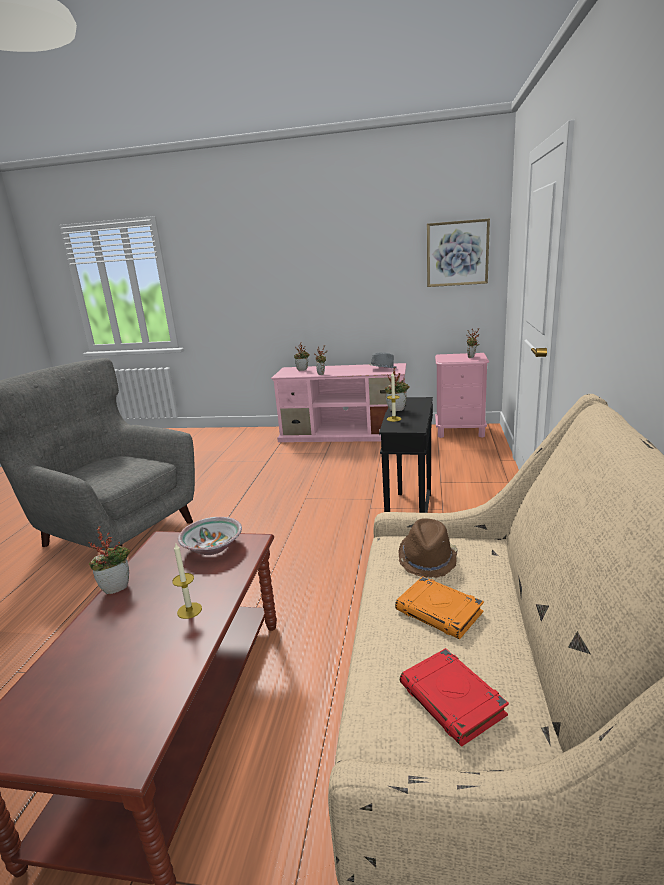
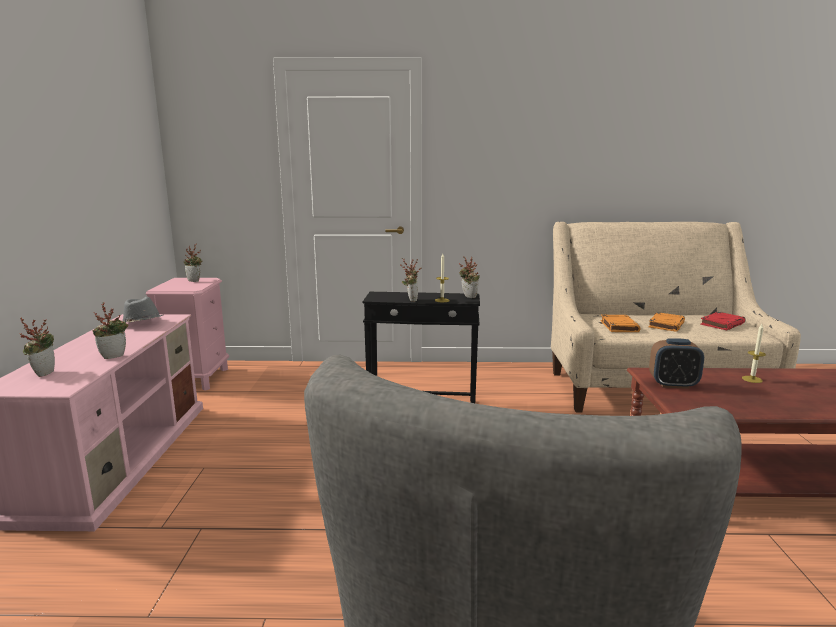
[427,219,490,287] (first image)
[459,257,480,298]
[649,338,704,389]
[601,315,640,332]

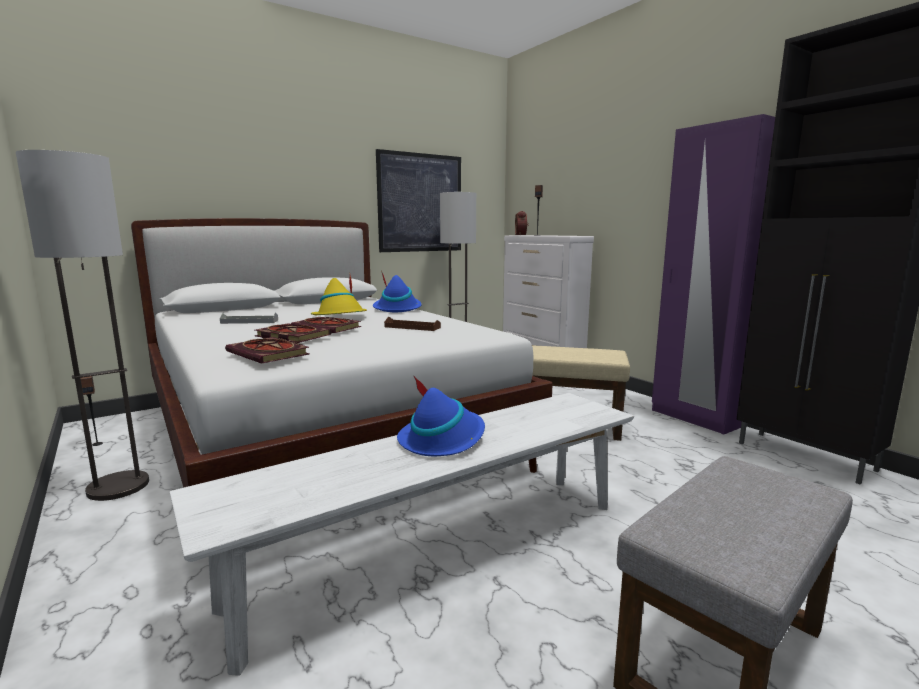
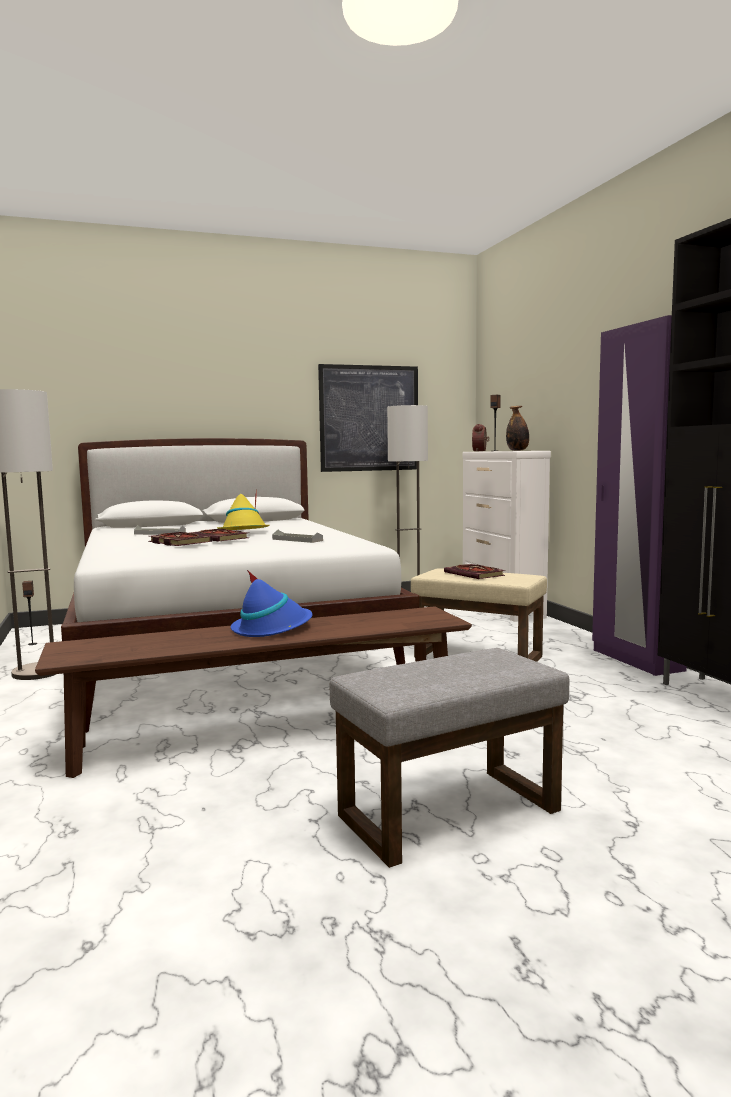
[373,270,421,312] (first image)
[506,406,529,451]
[444,564,505,579]
[35,606,472,778]
[272,530,323,543]

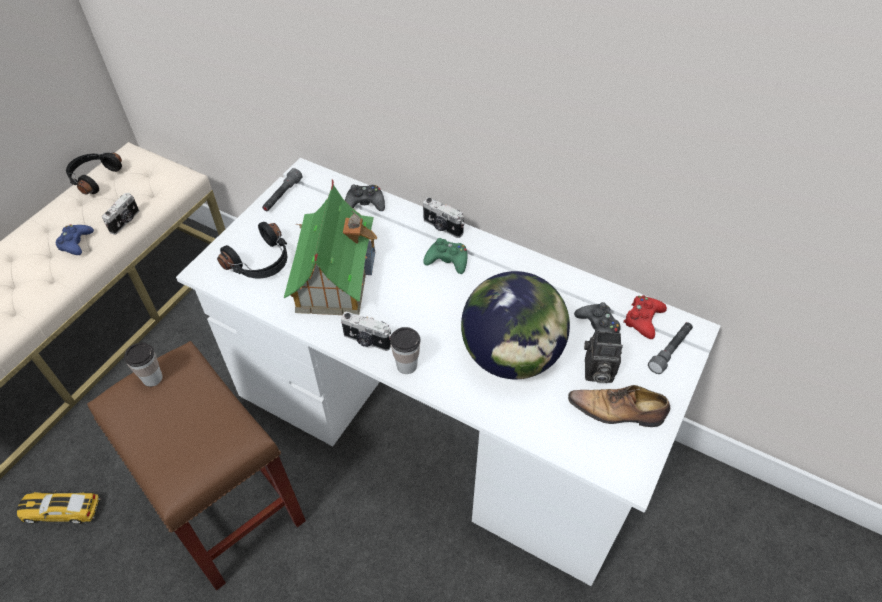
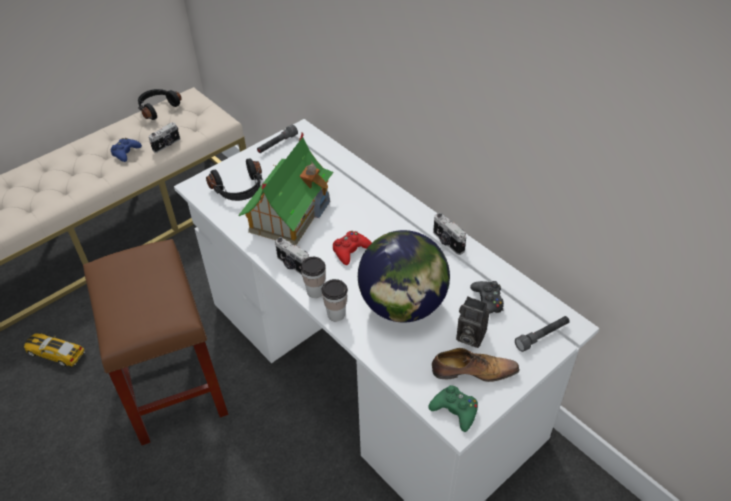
[345,184,385,211] (first image)
[322,279,348,321]
[433,213,466,255]
[428,385,478,432]
[333,231,372,265]
[432,348,520,382]

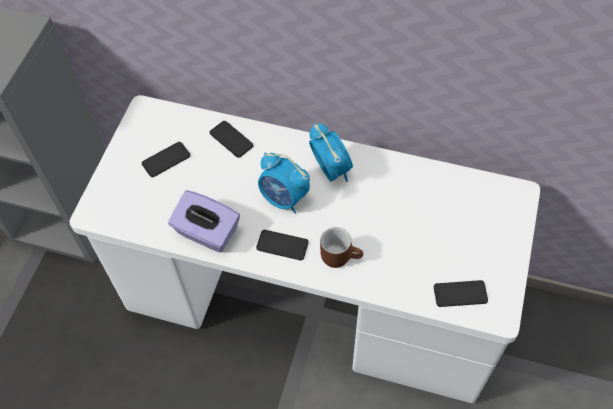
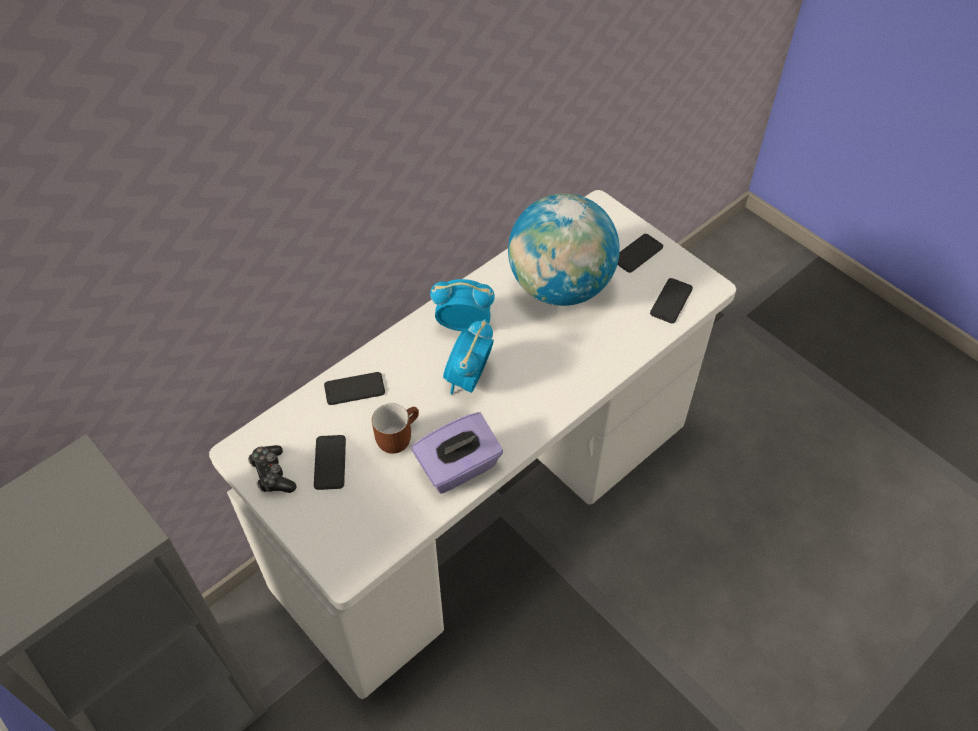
[248,445,297,493]
[508,193,620,306]
[617,234,663,273]
[372,403,419,454]
[443,319,494,394]

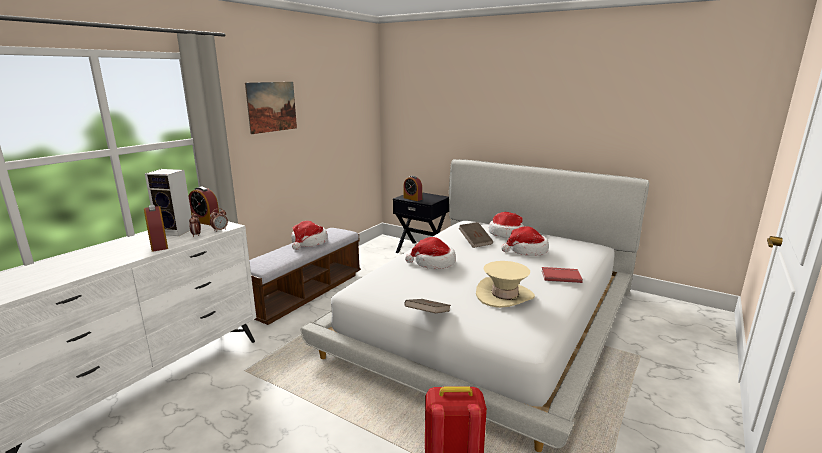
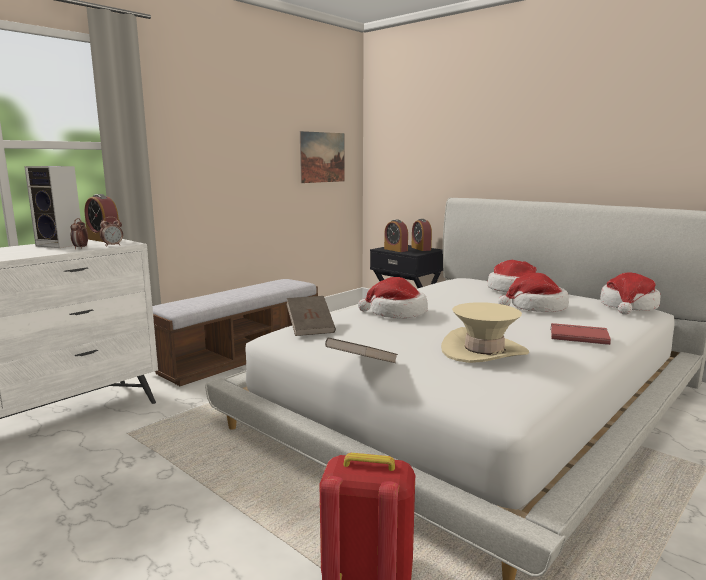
[411,219,432,251]
[300,131,345,183]
[600,272,660,314]
[287,296,336,336]

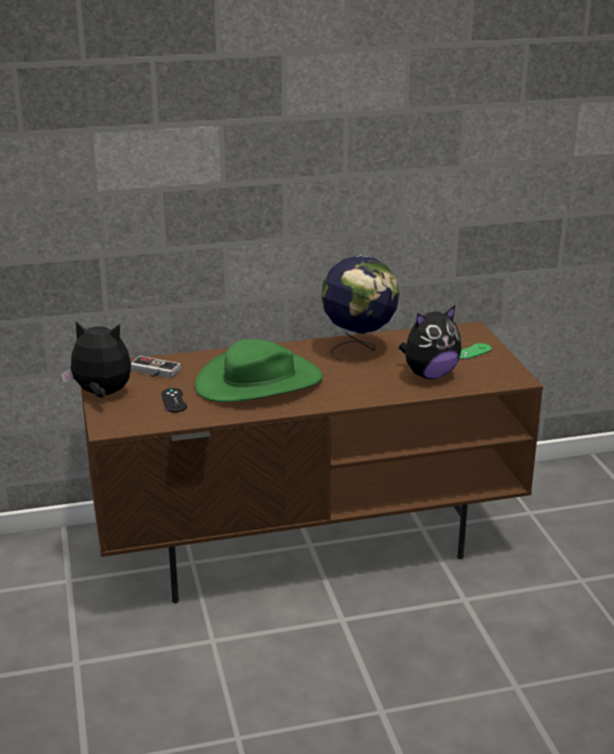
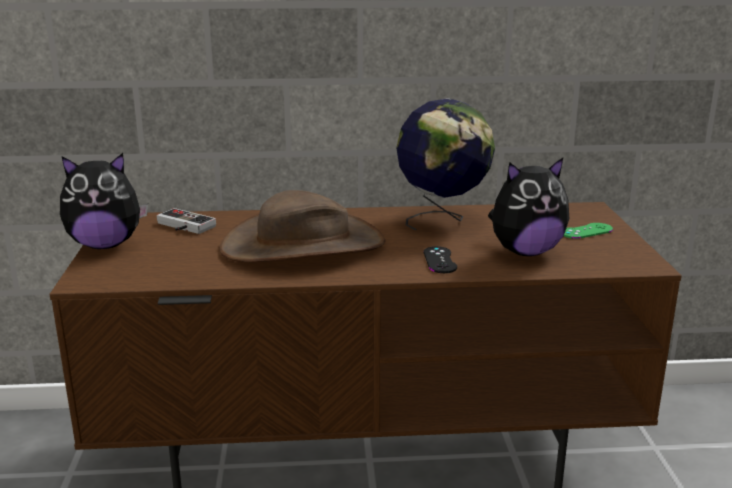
[424,246,457,273]
[219,190,385,262]
[60,153,148,249]

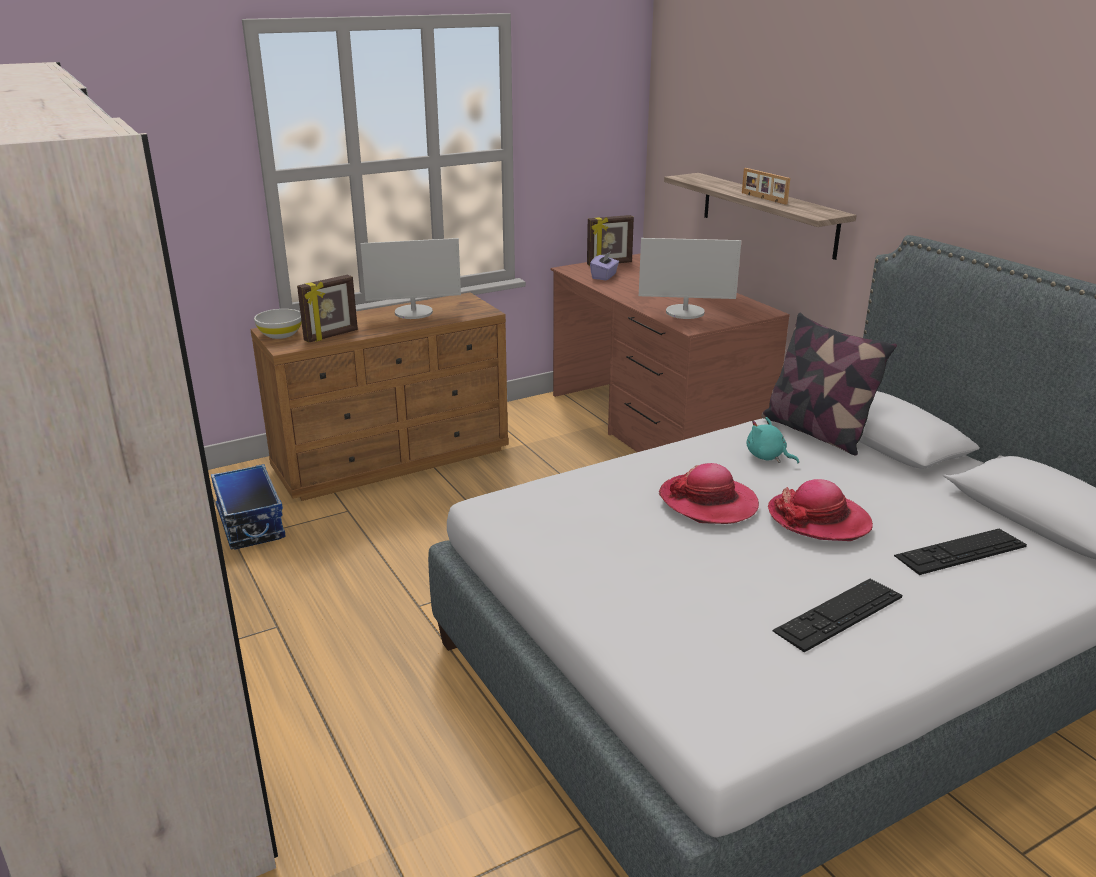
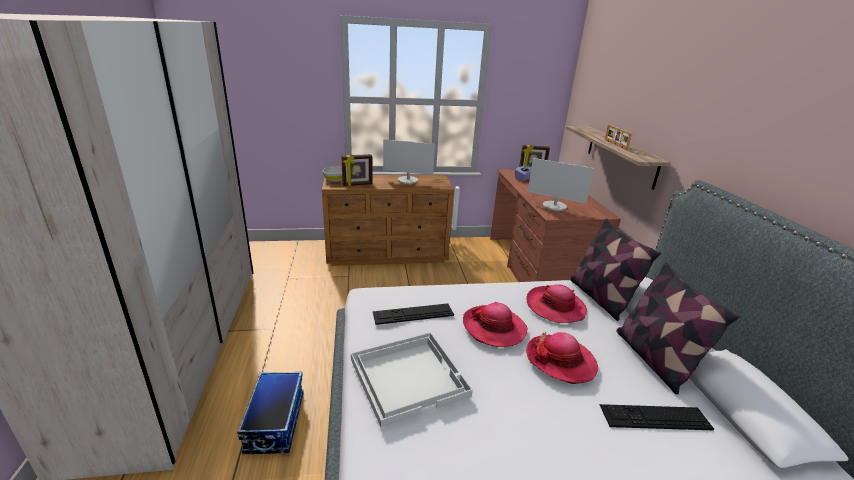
[351,332,473,428]
[616,262,740,395]
[237,372,304,454]
[373,303,454,325]
[526,284,587,323]

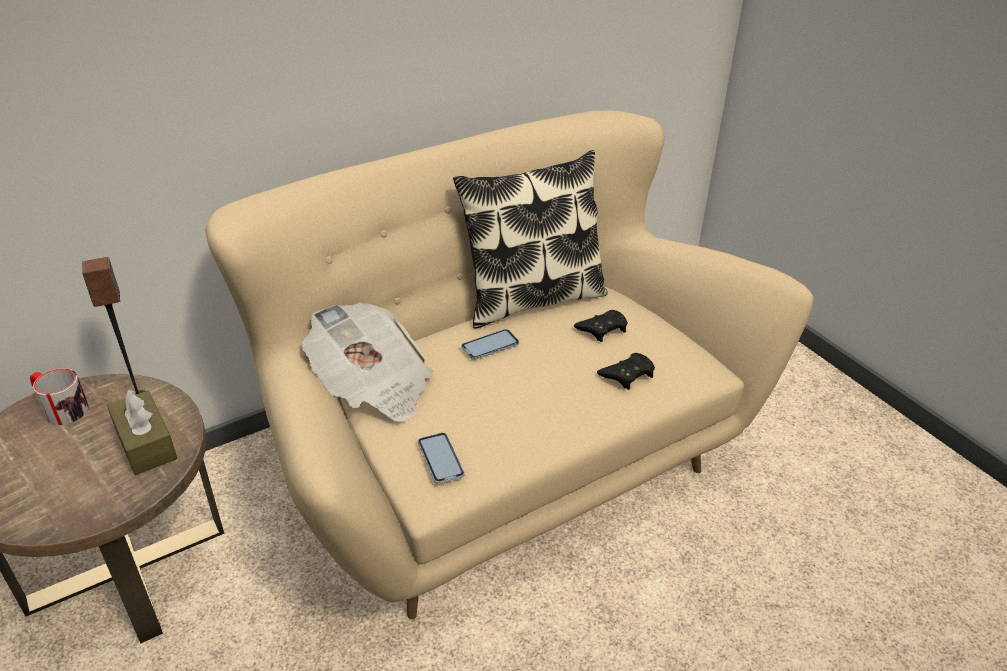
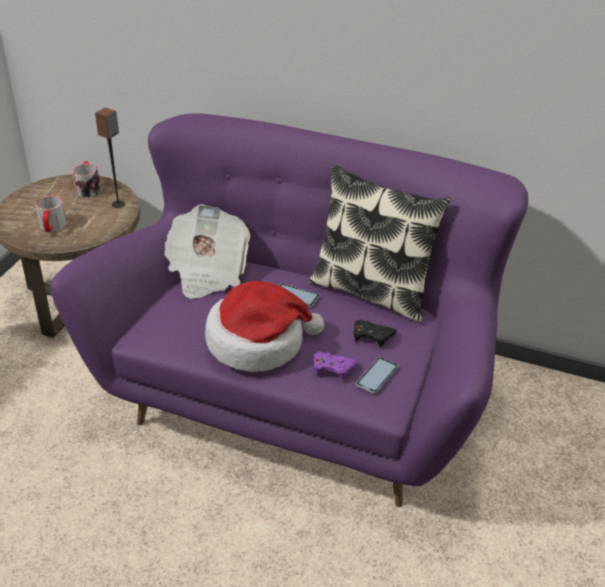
[107,389,177,475] (first image)
[35,195,66,232]
[205,281,325,372]
[356,357,398,393]
[50,113,528,507]
[314,352,359,380]

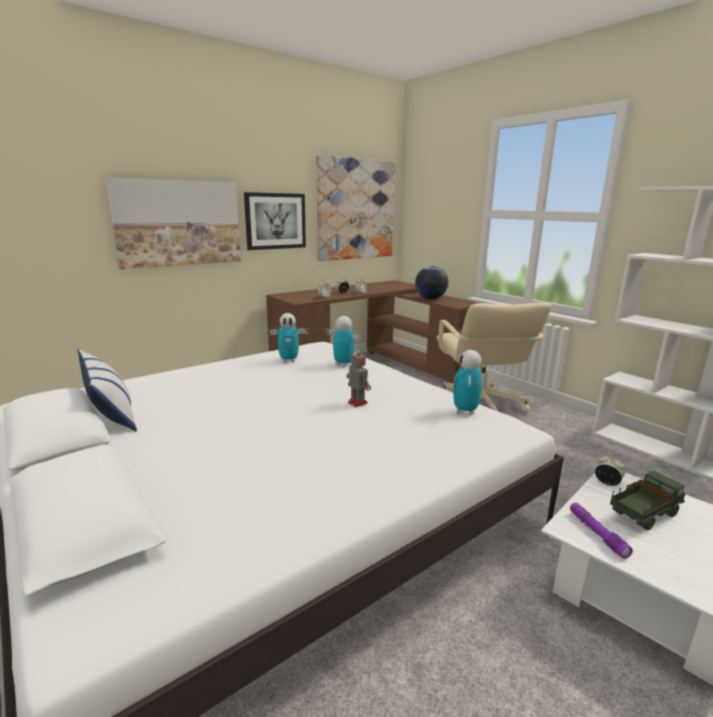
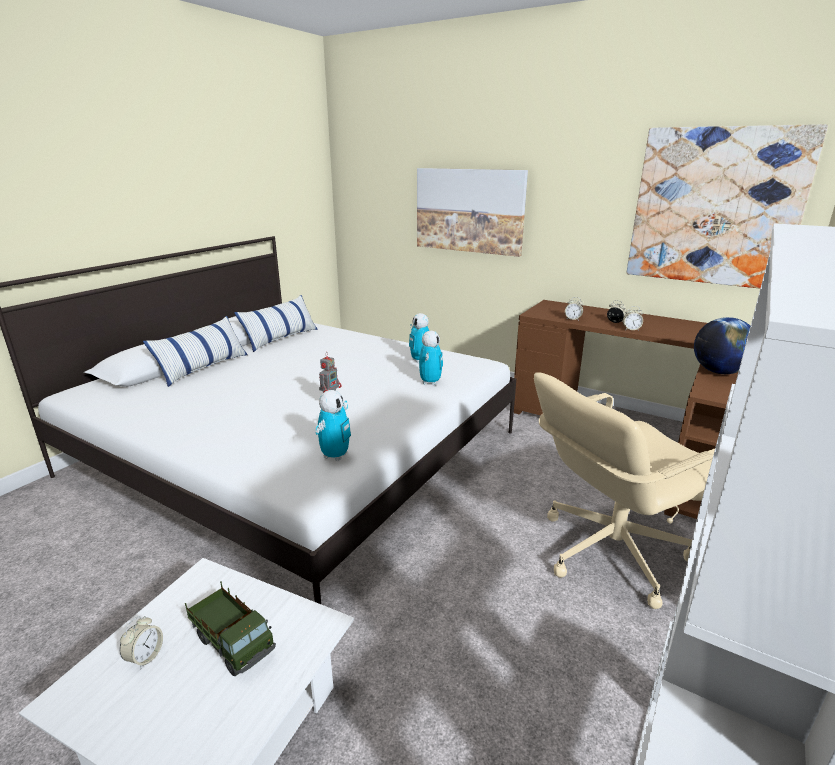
[244,192,306,250] (first image)
[570,503,633,559] (first image)
[143,316,248,387]
[120,616,163,669]
[315,390,351,461]

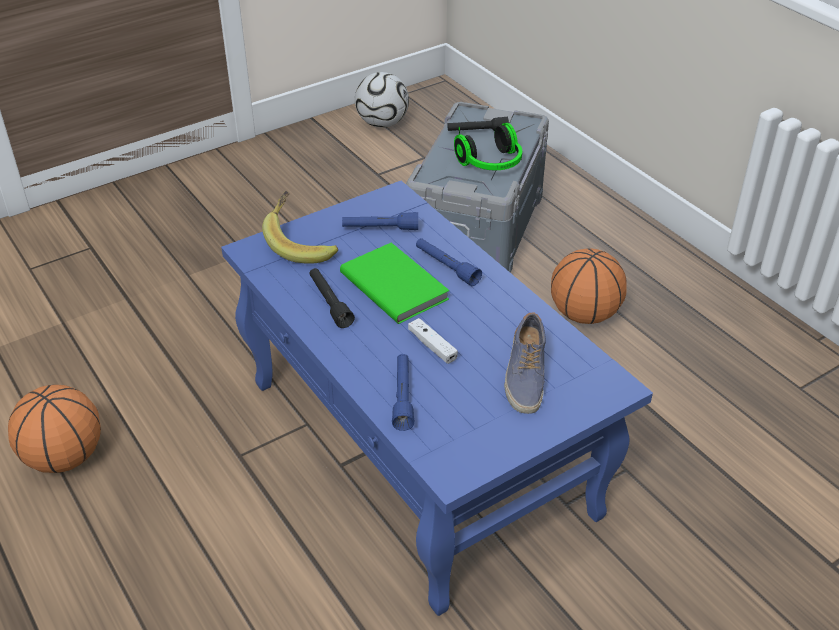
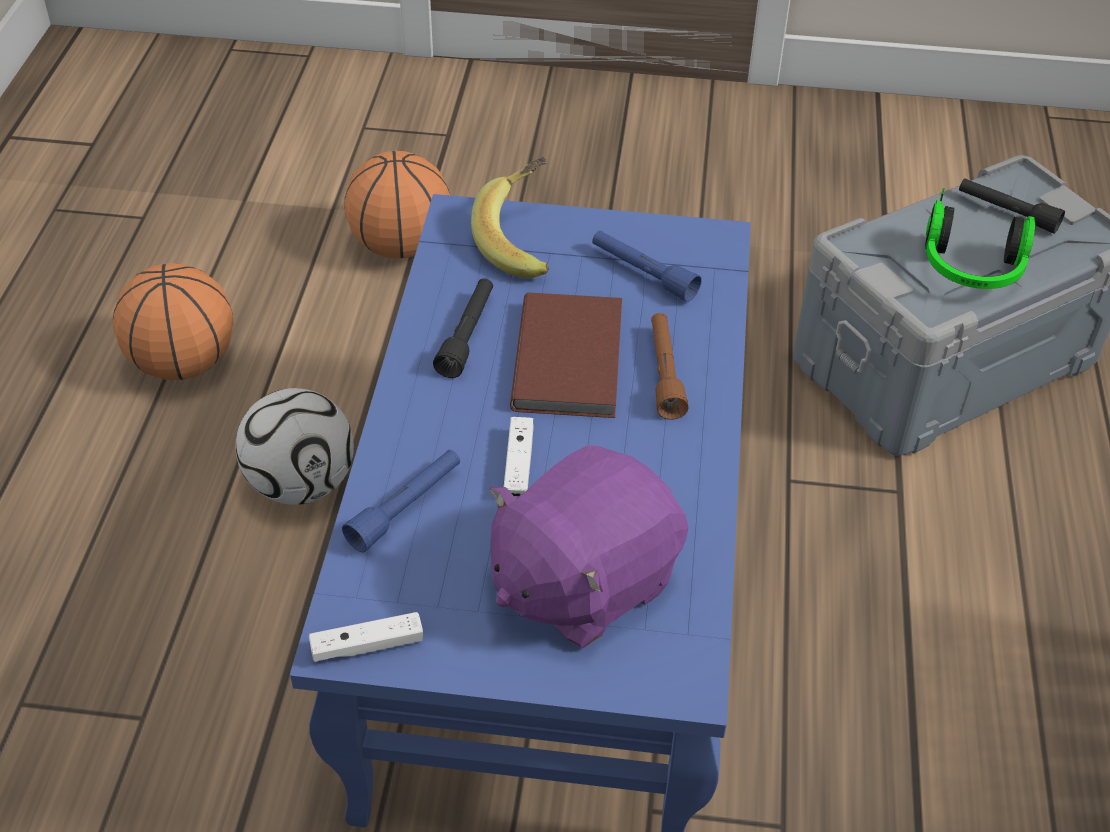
[309,612,423,662]
[235,388,354,505]
[344,151,450,258]
[490,445,688,648]
[510,292,622,418]
[651,313,689,420]

